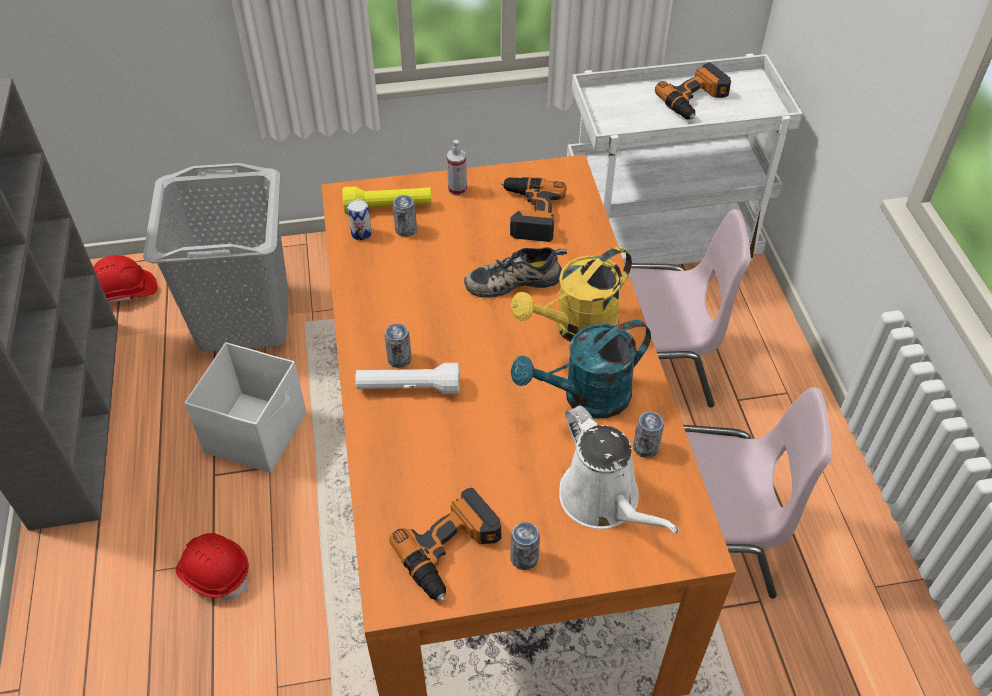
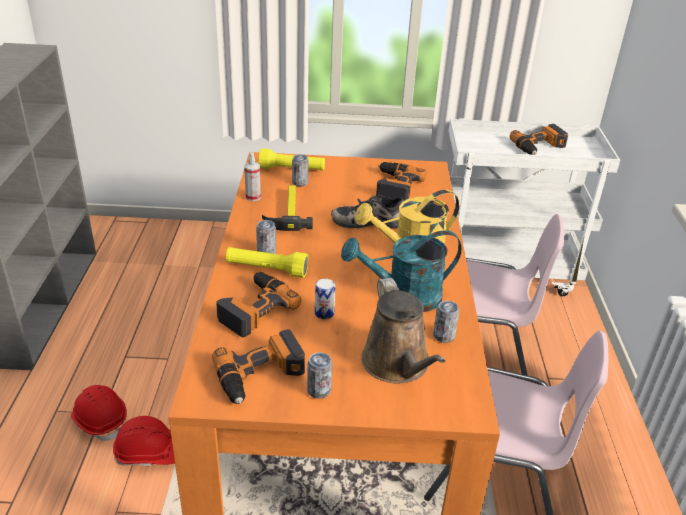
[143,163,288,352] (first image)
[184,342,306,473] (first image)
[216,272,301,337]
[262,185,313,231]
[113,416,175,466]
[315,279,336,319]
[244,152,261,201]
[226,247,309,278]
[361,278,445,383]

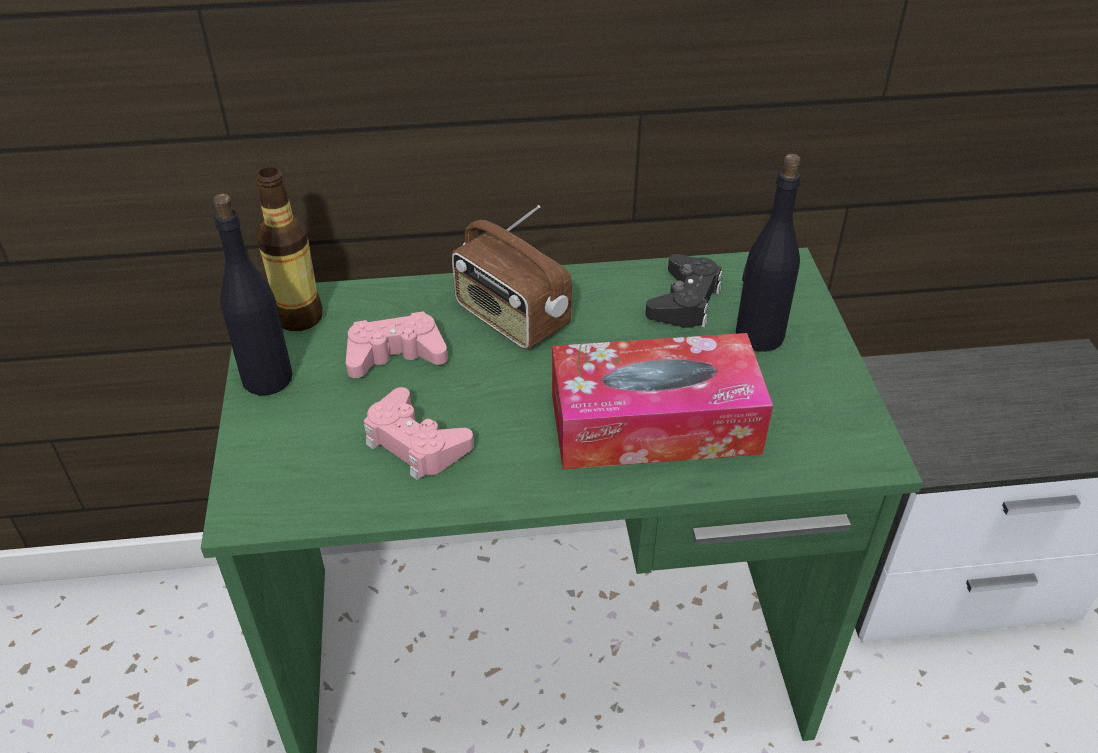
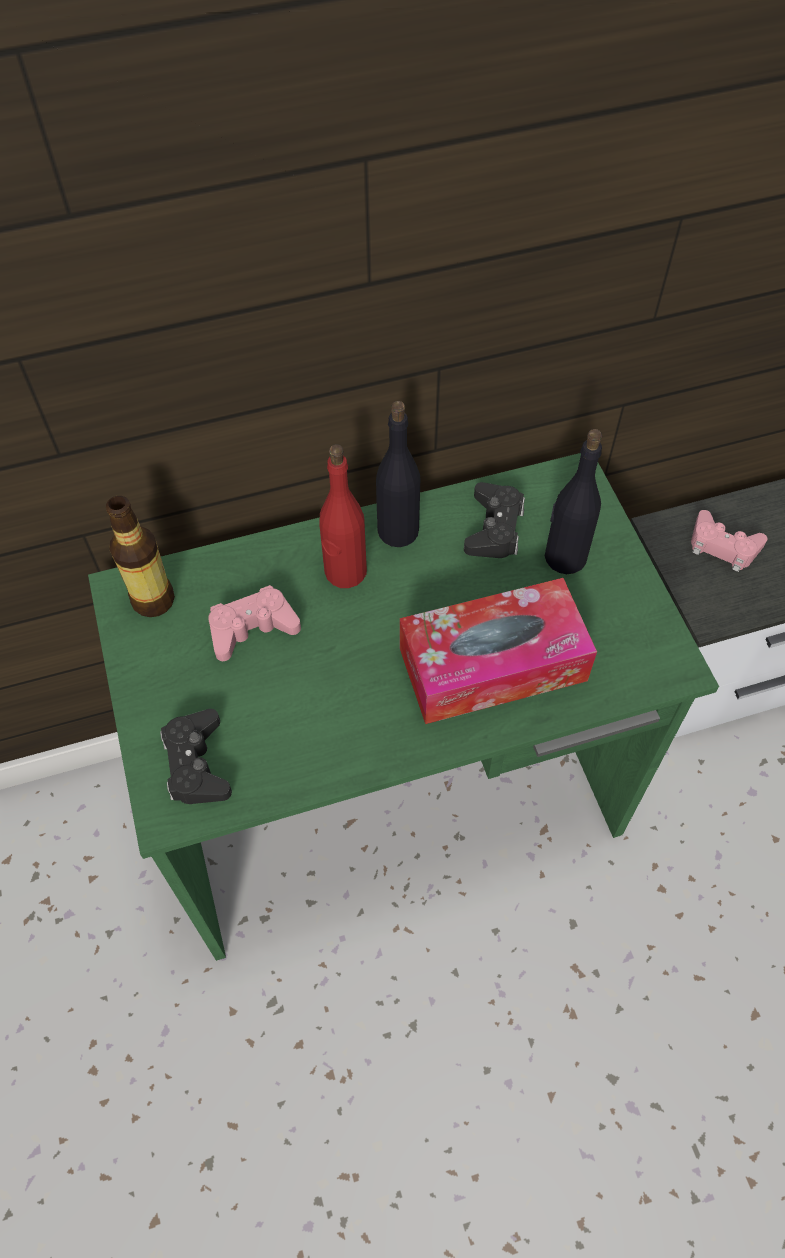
[160,709,232,804]
[376,401,420,547]
[691,510,768,572]
[319,444,367,588]

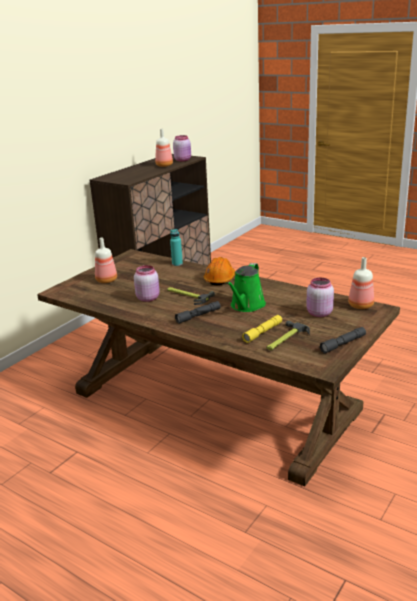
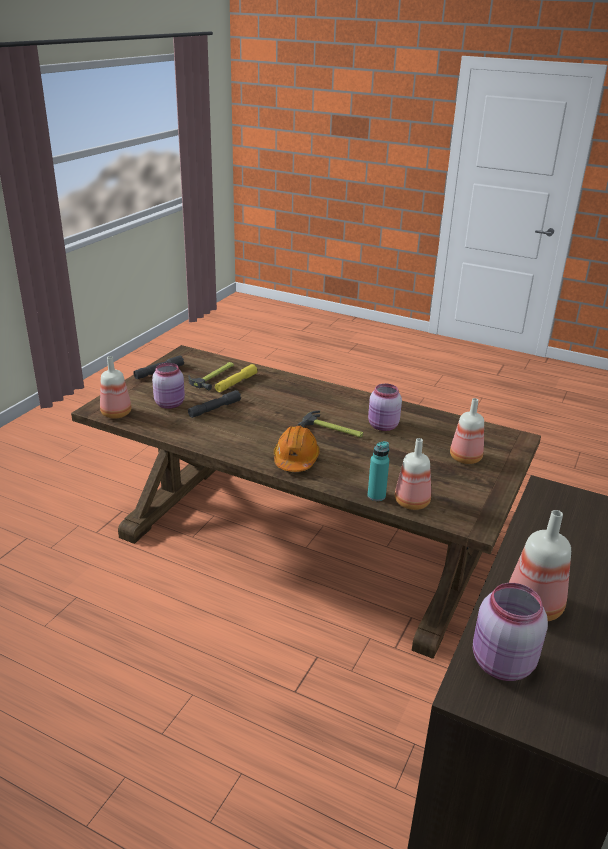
[226,263,266,312] (first image)
[395,438,431,510]
[188,390,241,418]

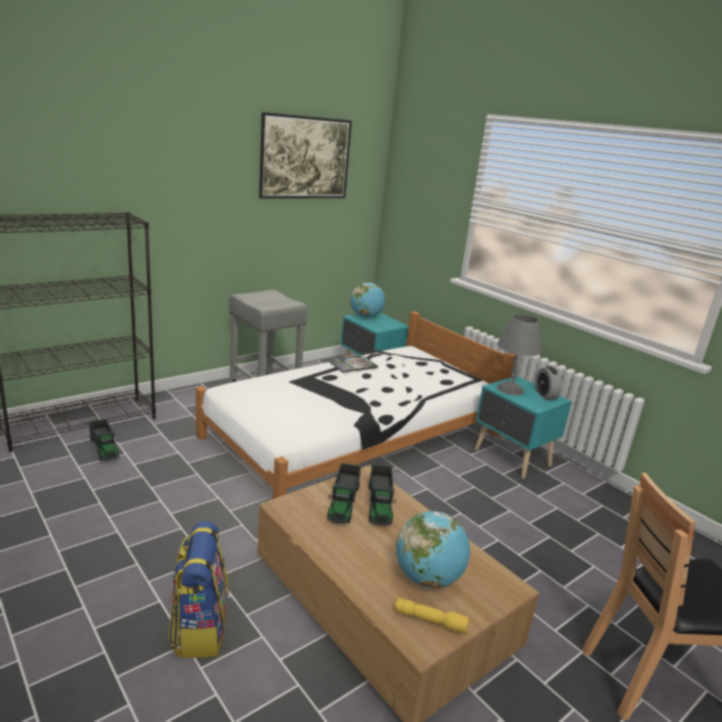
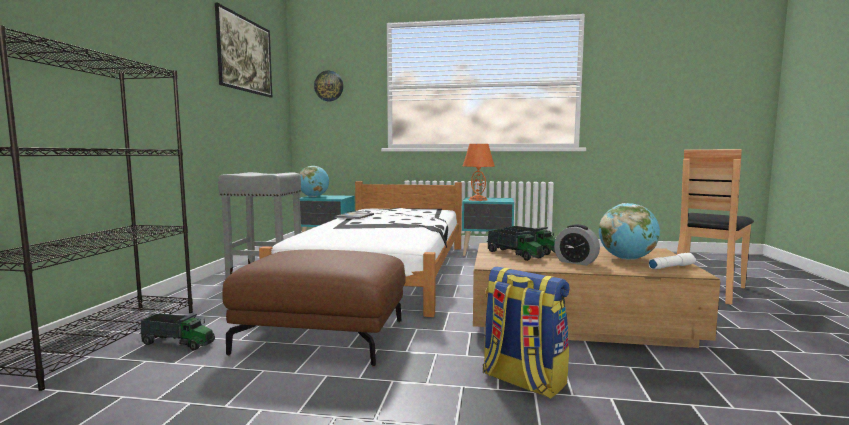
[222,249,406,367]
[314,71,343,101]
[554,224,600,266]
[649,253,696,269]
[463,144,495,201]

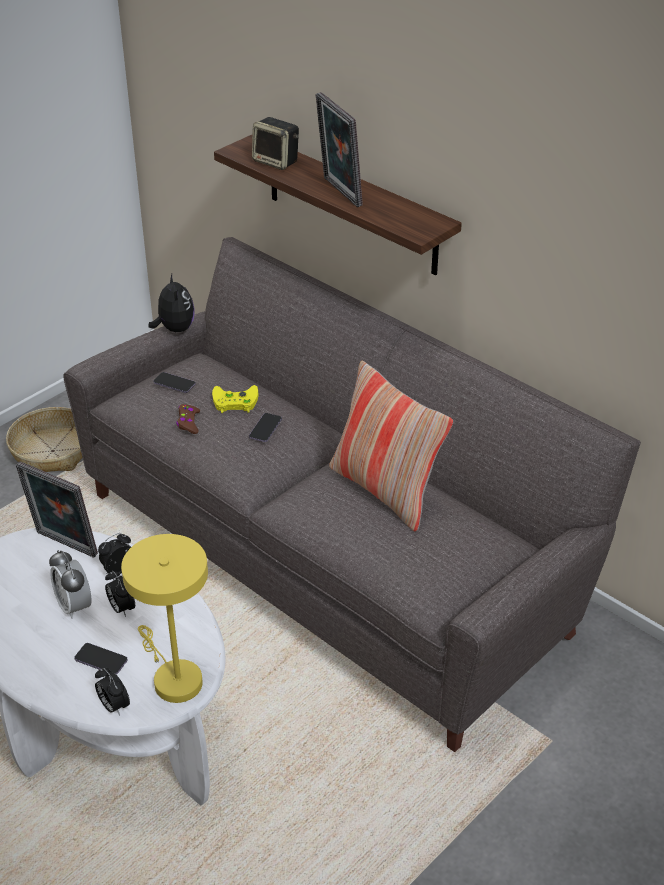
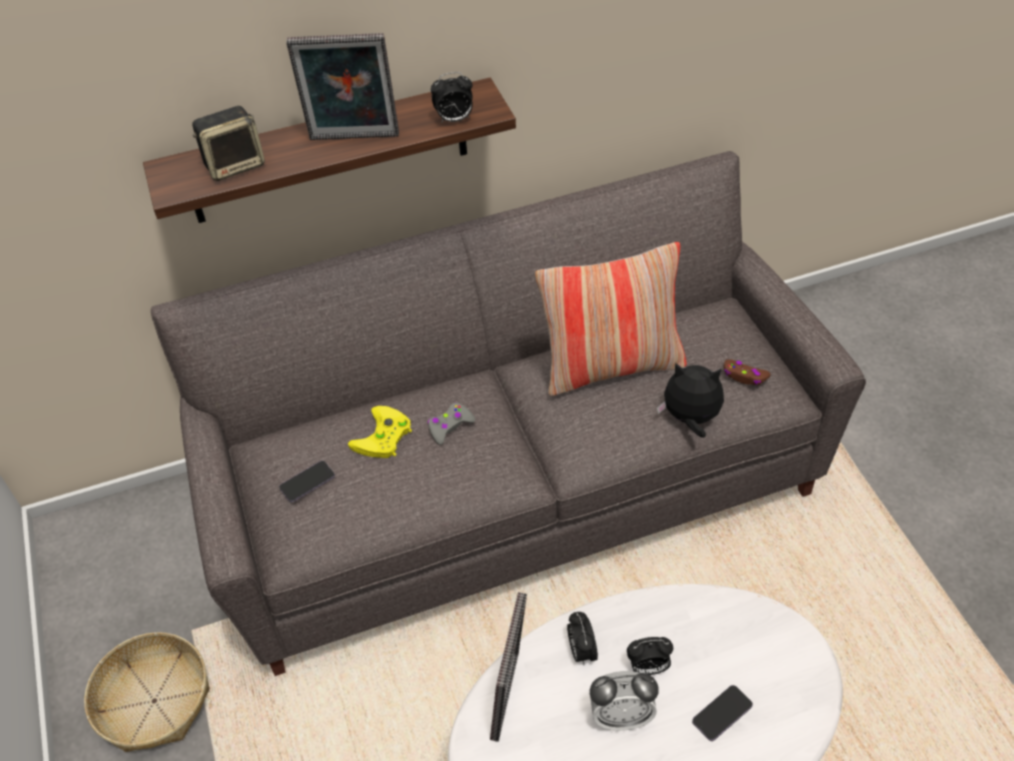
[121,534,208,703] (first image)
[431,72,473,123]
[657,362,724,438]
[724,359,771,385]
[427,402,475,445]
[490,592,527,742]

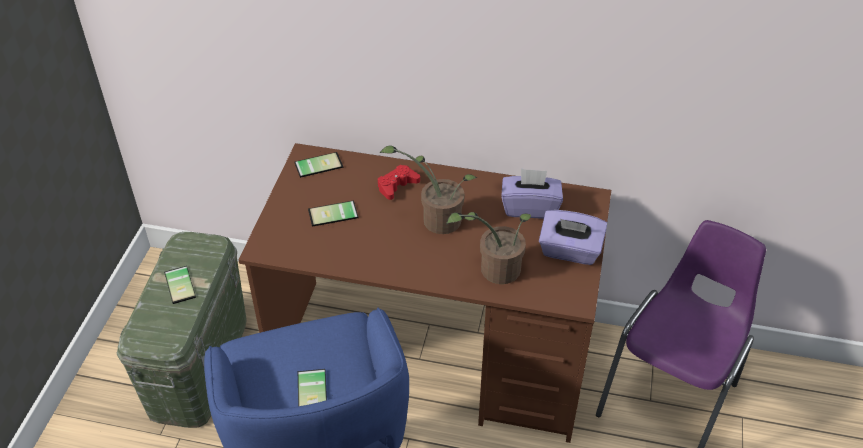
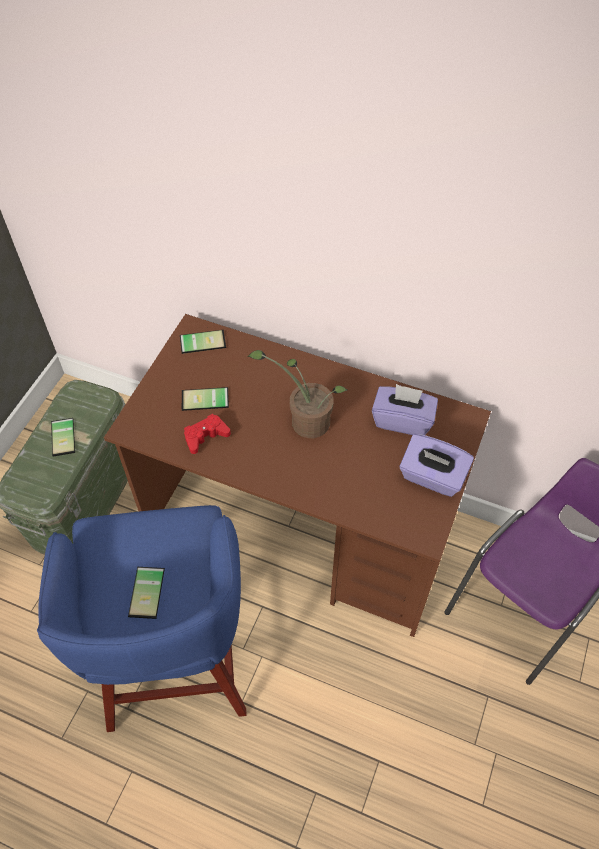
[446,212,531,284] (first image)
[184,414,231,454]

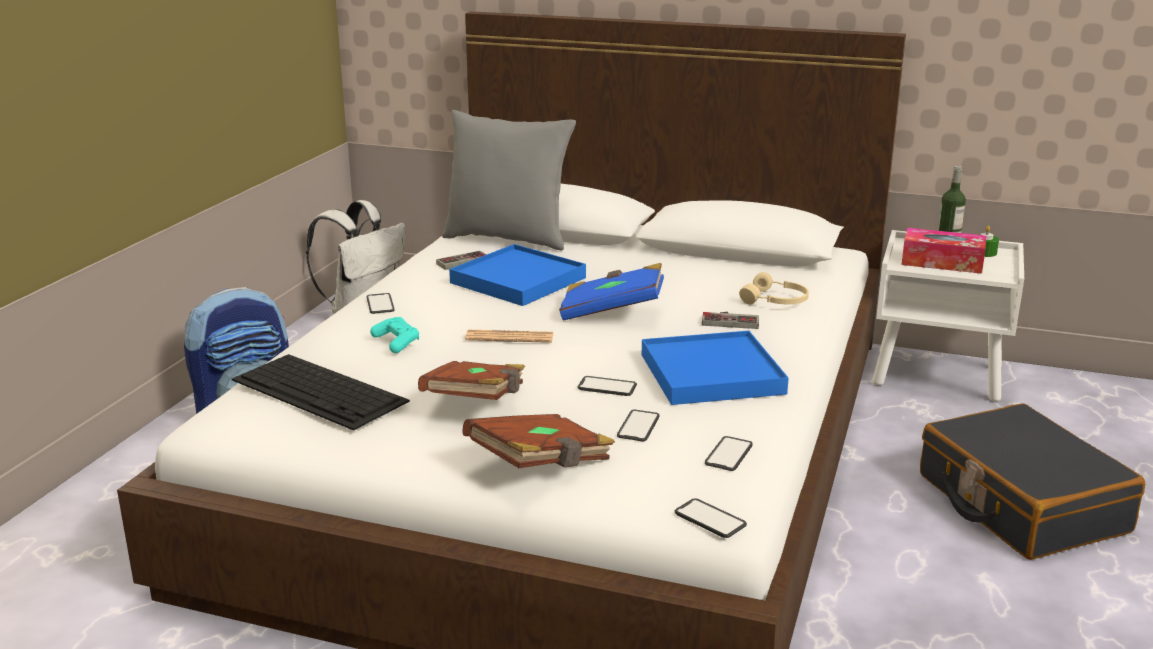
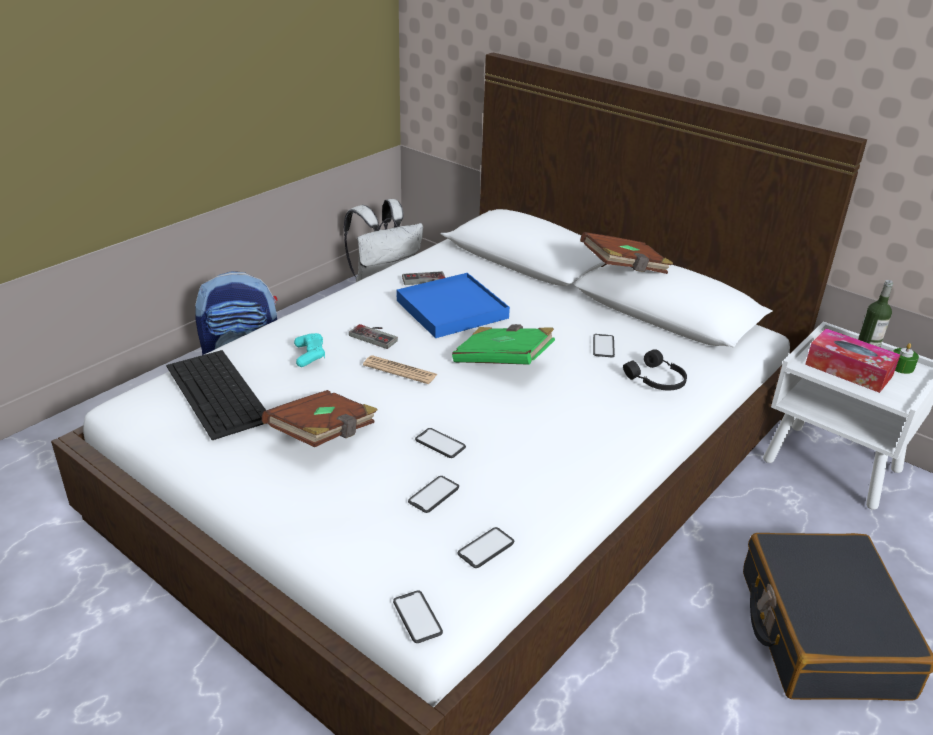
[442,110,576,251] (first image)
[642,331,789,405] (first image)
[593,334,615,358]
[580,232,673,274]
[349,324,398,349]
[452,324,555,365]
[623,349,687,390]

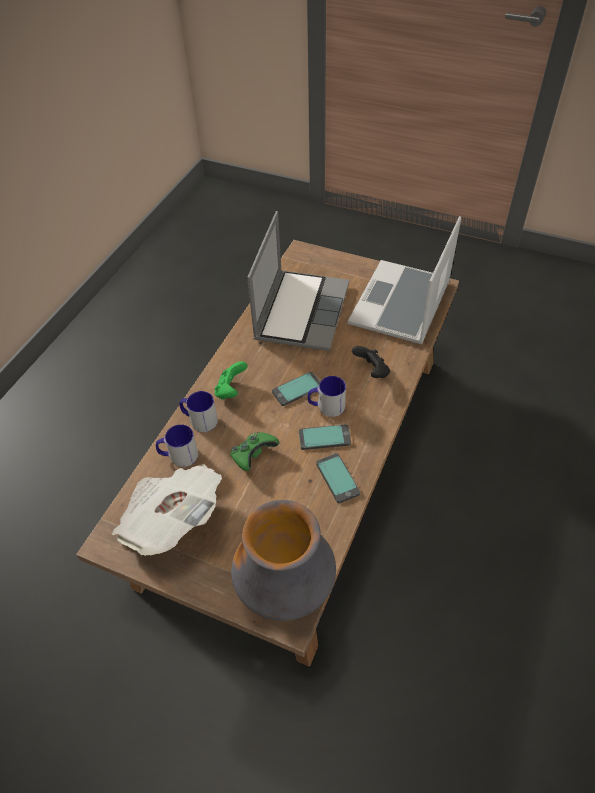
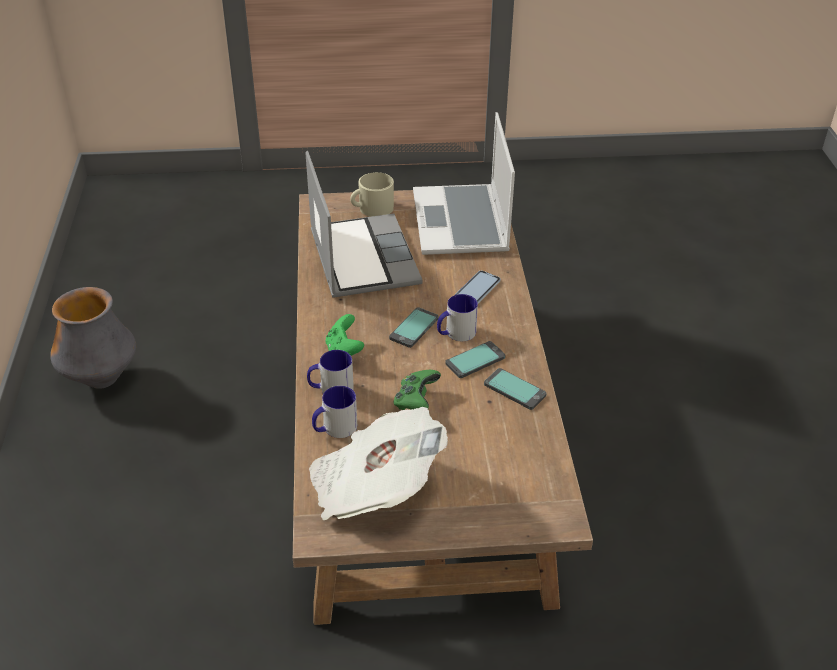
[350,172,394,217]
[50,287,136,389]
[455,271,501,303]

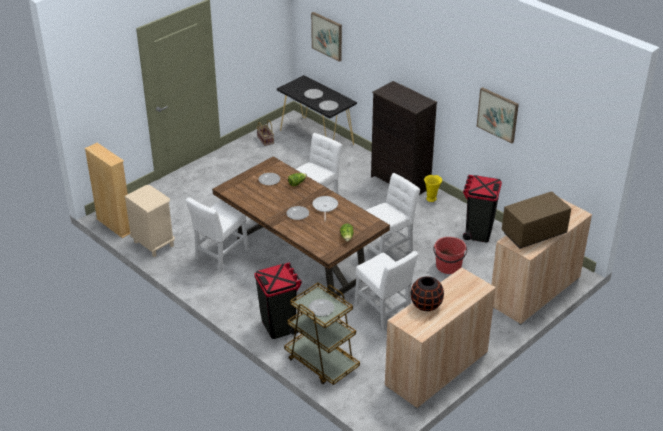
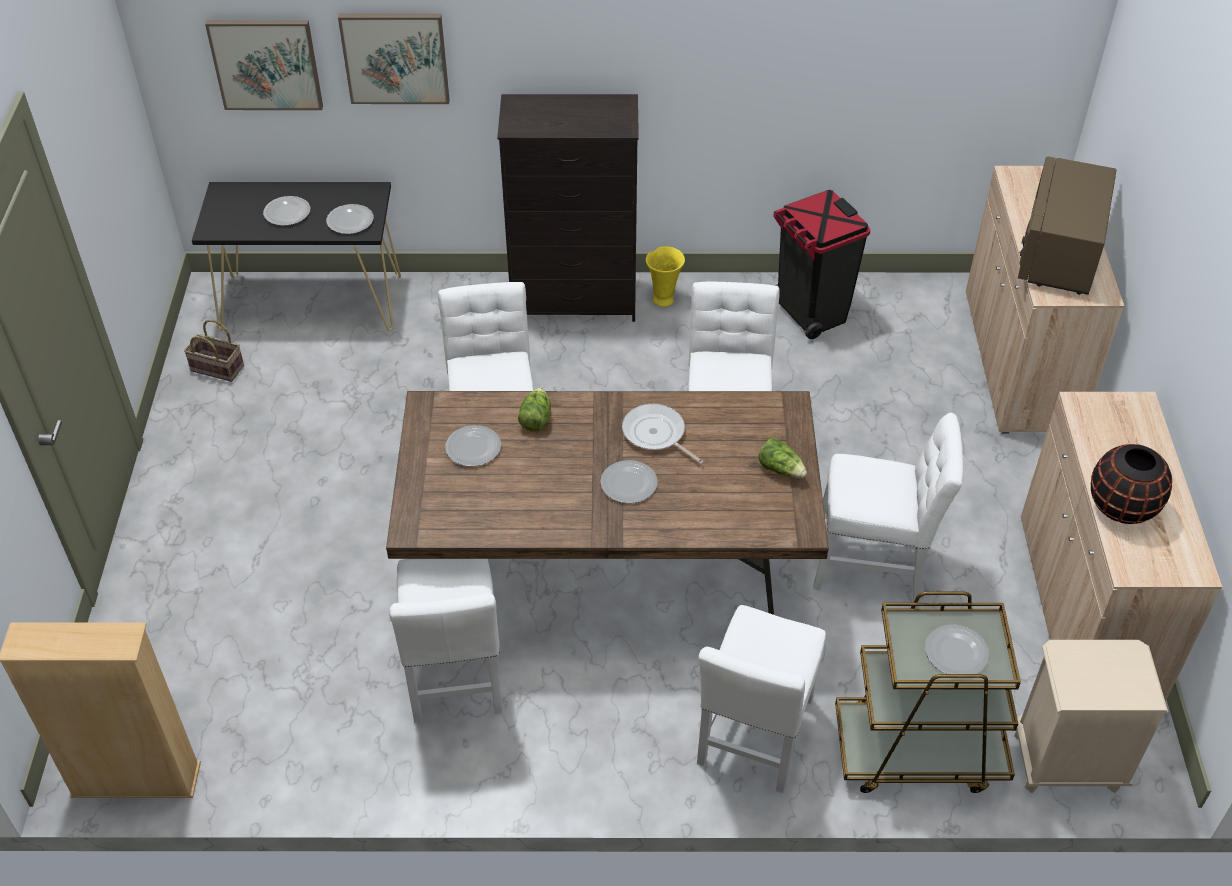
[433,237,467,274] (first image)
[1014,640,1168,793]
[338,13,450,104]
[697,605,826,793]

